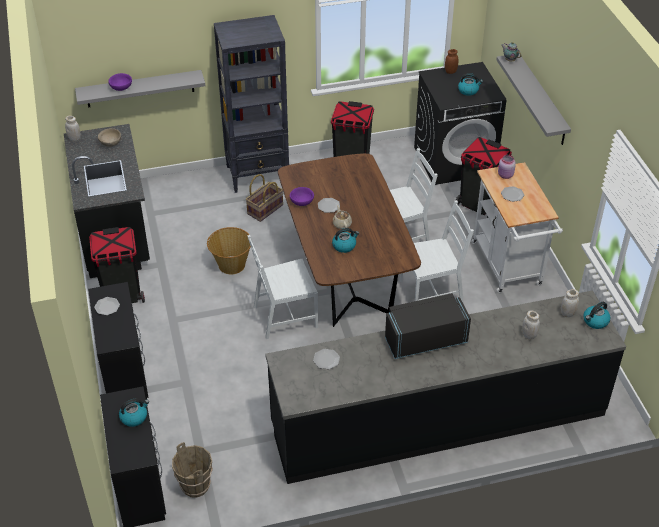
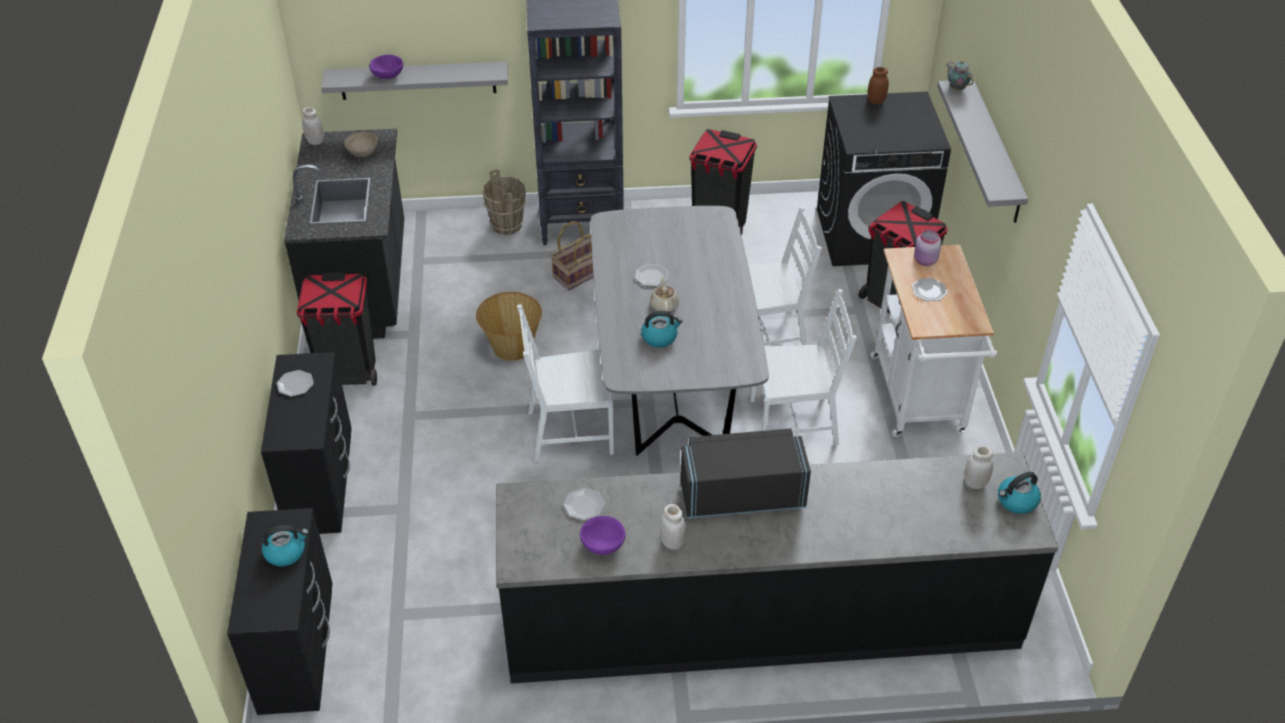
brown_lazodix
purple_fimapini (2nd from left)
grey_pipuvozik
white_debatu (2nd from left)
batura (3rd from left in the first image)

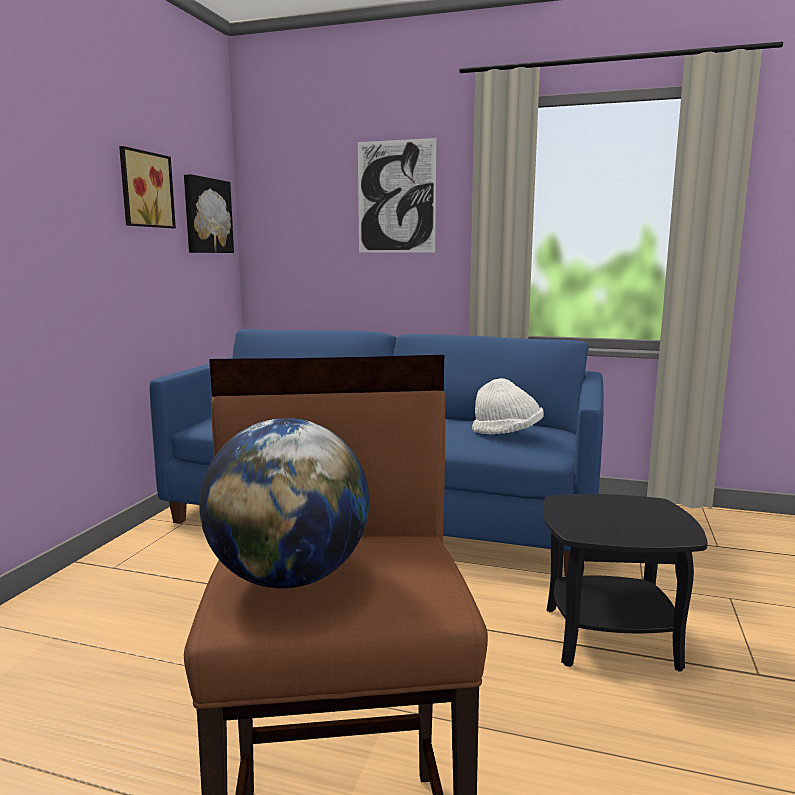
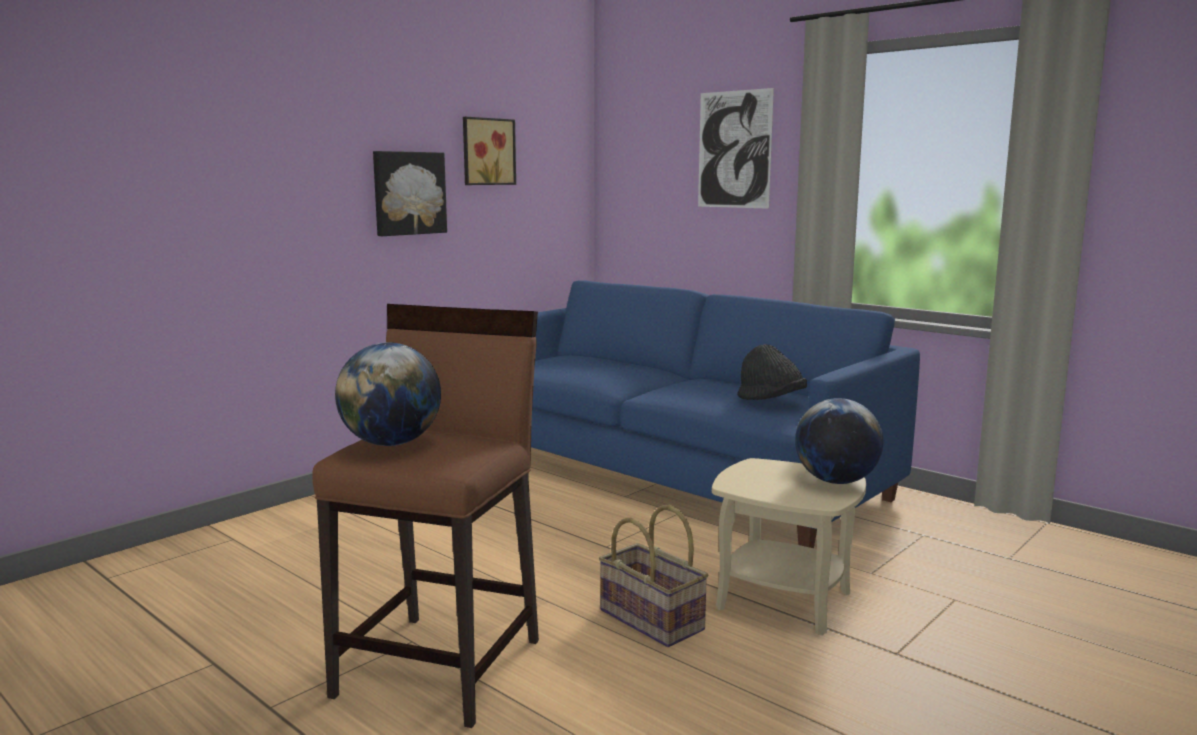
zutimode (1st from left)
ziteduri
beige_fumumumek
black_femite
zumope (2nd from left)

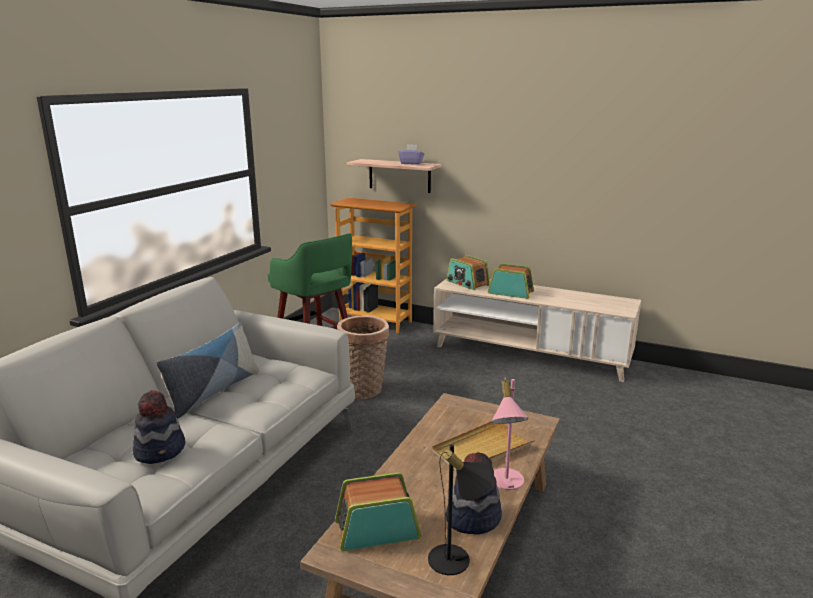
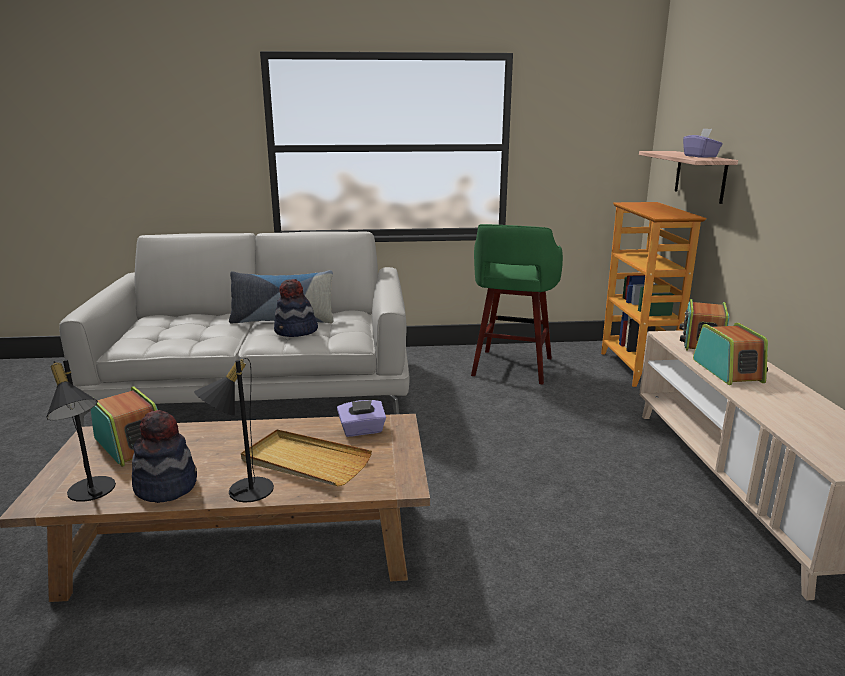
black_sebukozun (2nd from left)
femite (2nd from left)
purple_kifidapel (1st from left)
ziteduri

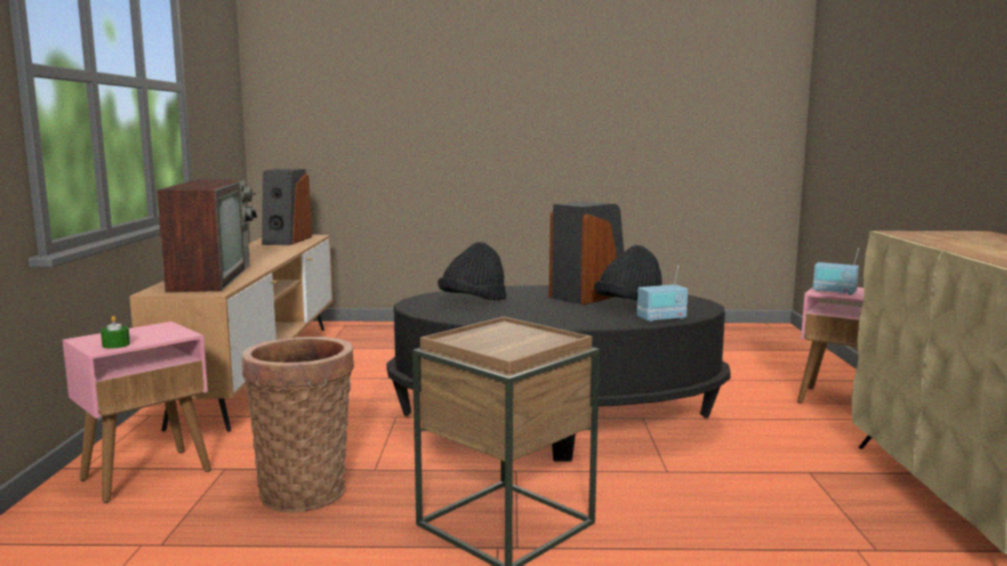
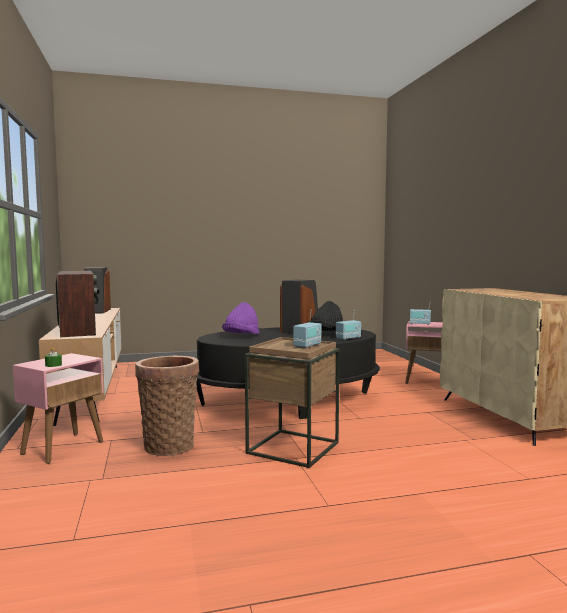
purple_femite
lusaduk (1st from left)

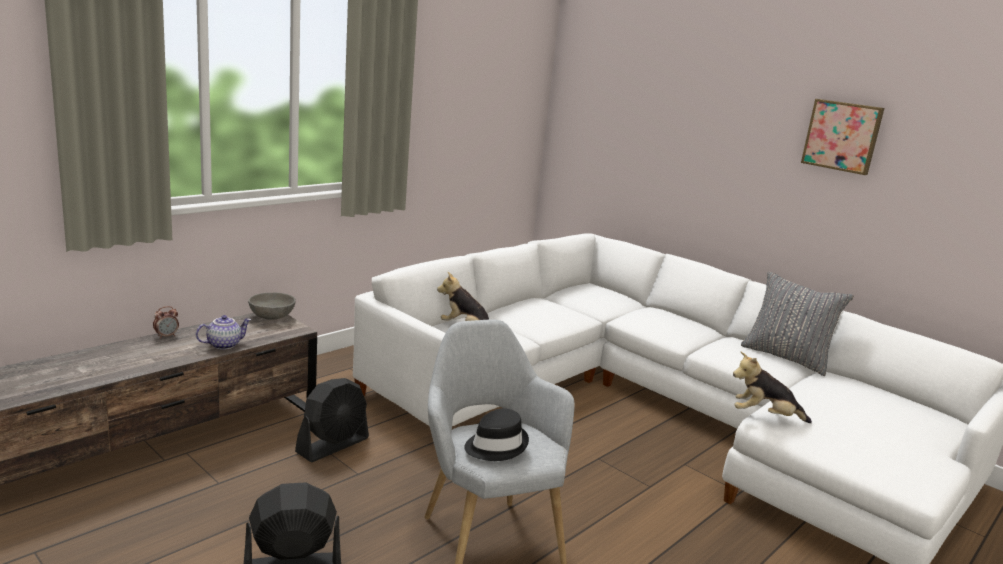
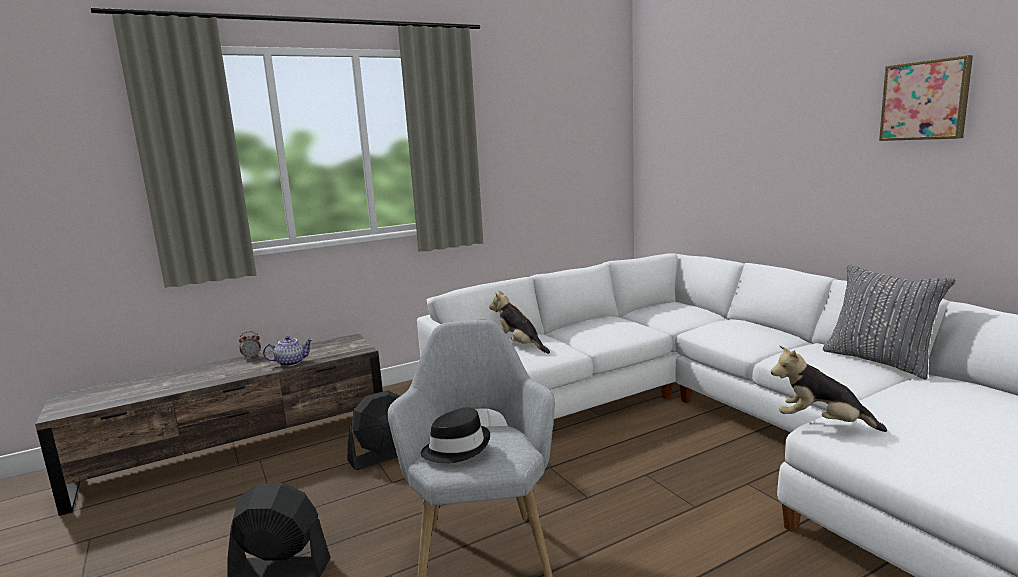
grey_fimapini

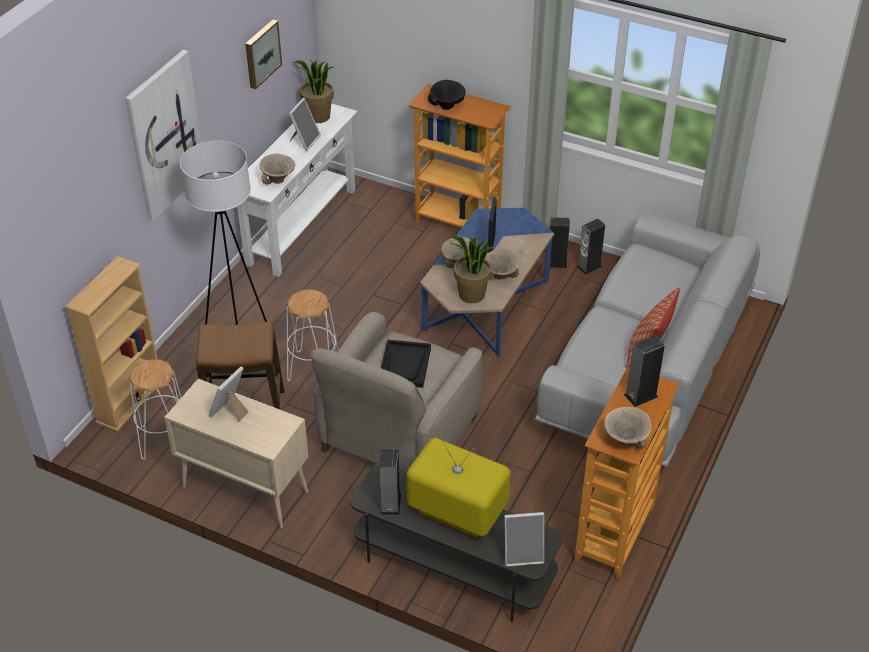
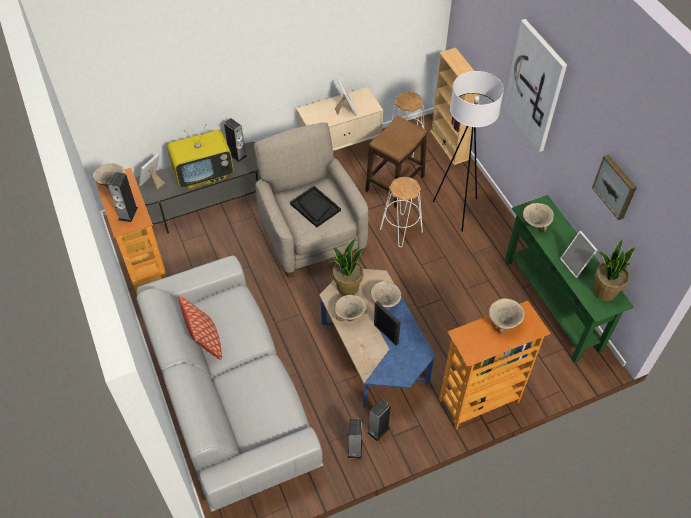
beige_fimapini (4th from left)
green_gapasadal

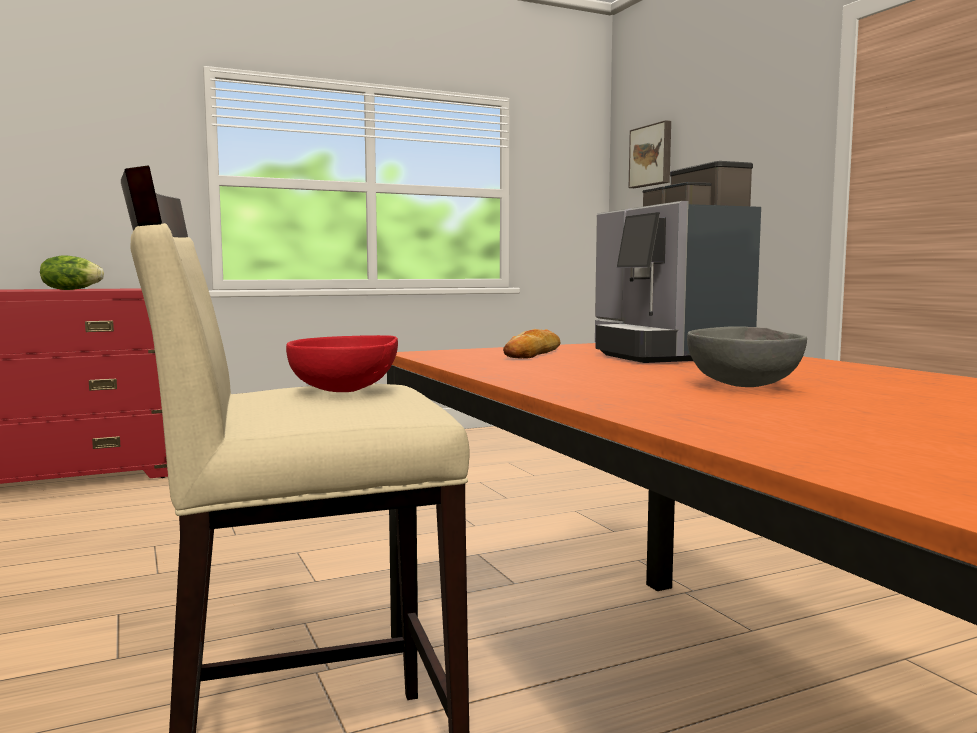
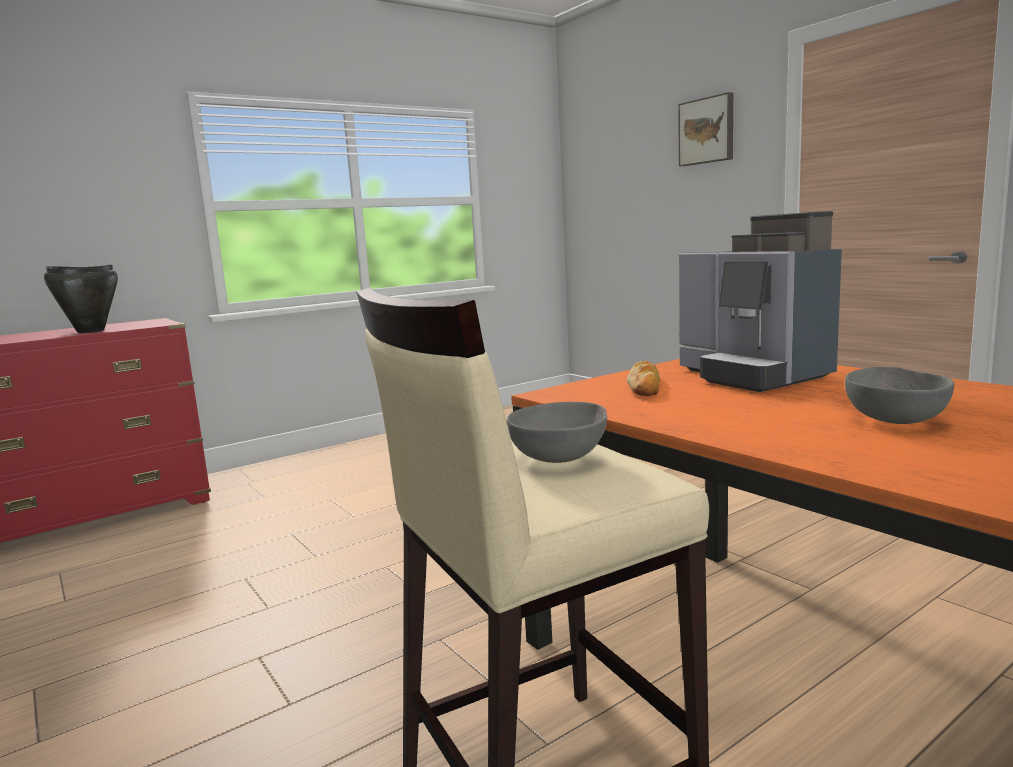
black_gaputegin
grey_fimapini (1st from left)
zutimode

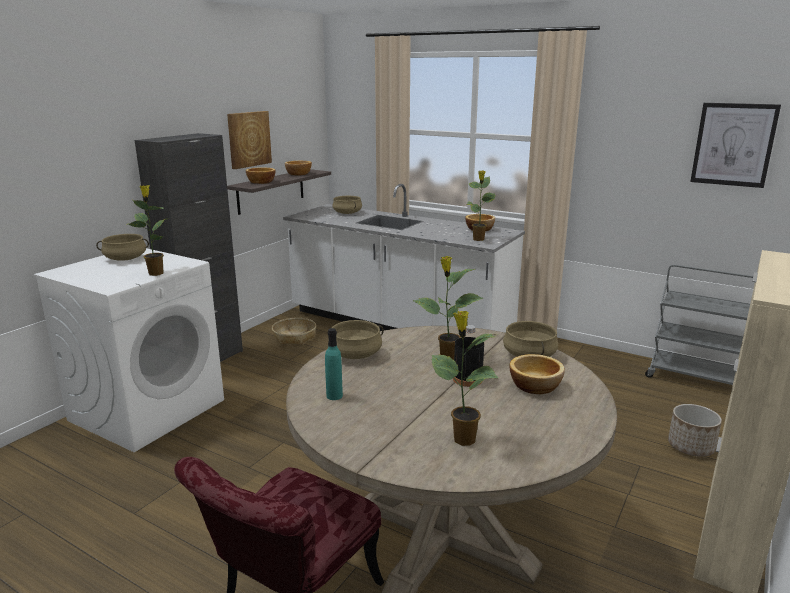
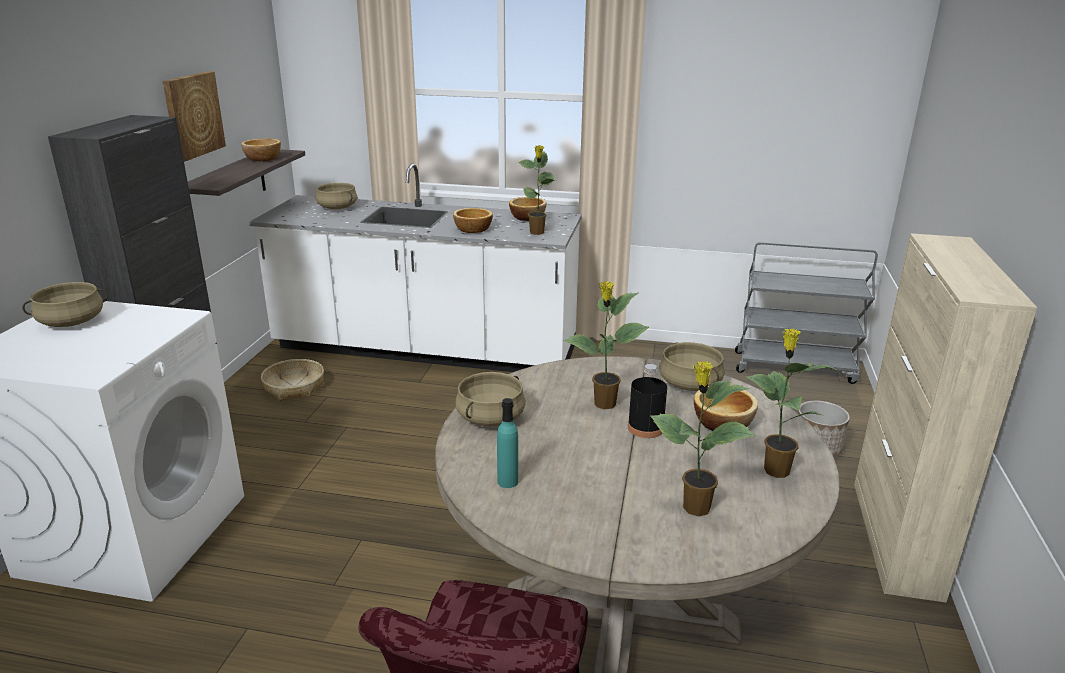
fimapini (2nd from left)
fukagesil (4th from left)
zutimode (2nd from left in the first image)

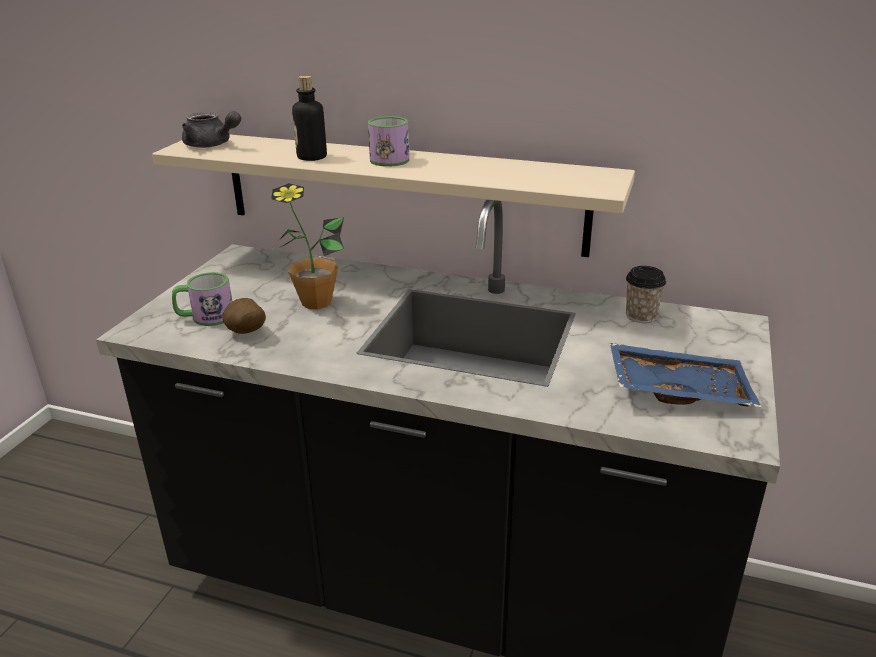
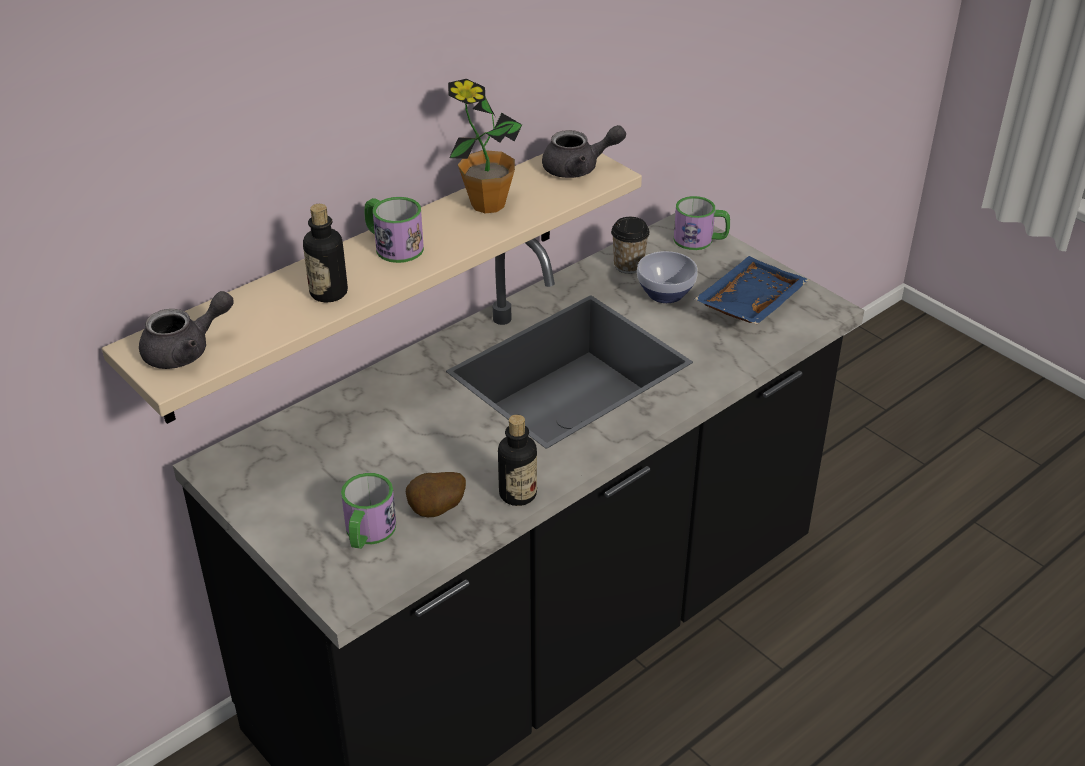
fukagesil
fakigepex (2nd from left)
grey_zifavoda (2nd from left)
fimapini
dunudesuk (3rd from left)

